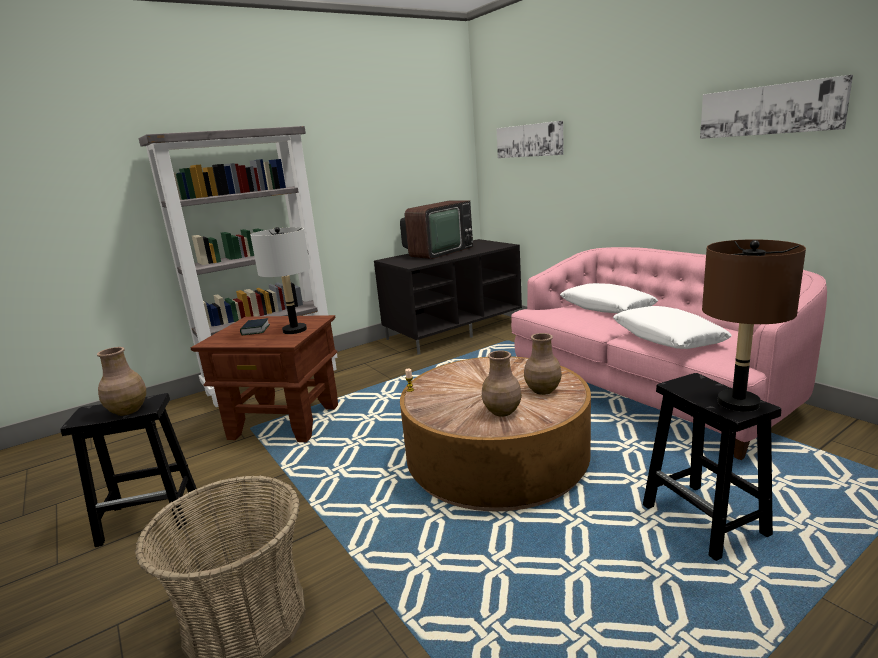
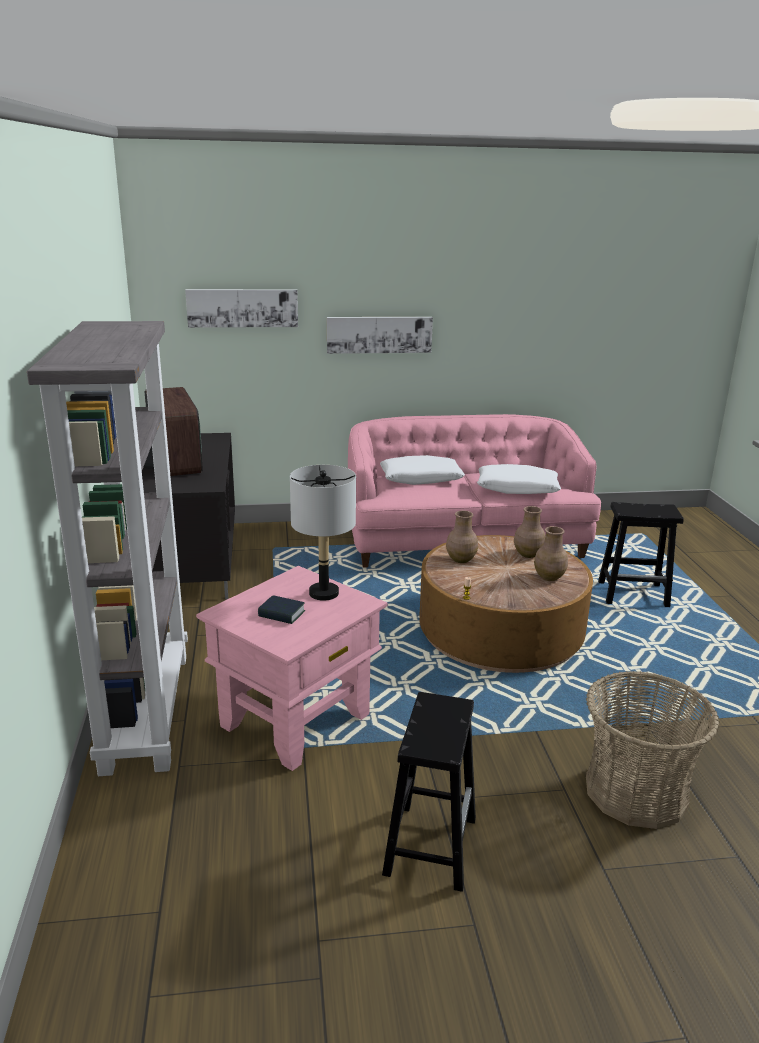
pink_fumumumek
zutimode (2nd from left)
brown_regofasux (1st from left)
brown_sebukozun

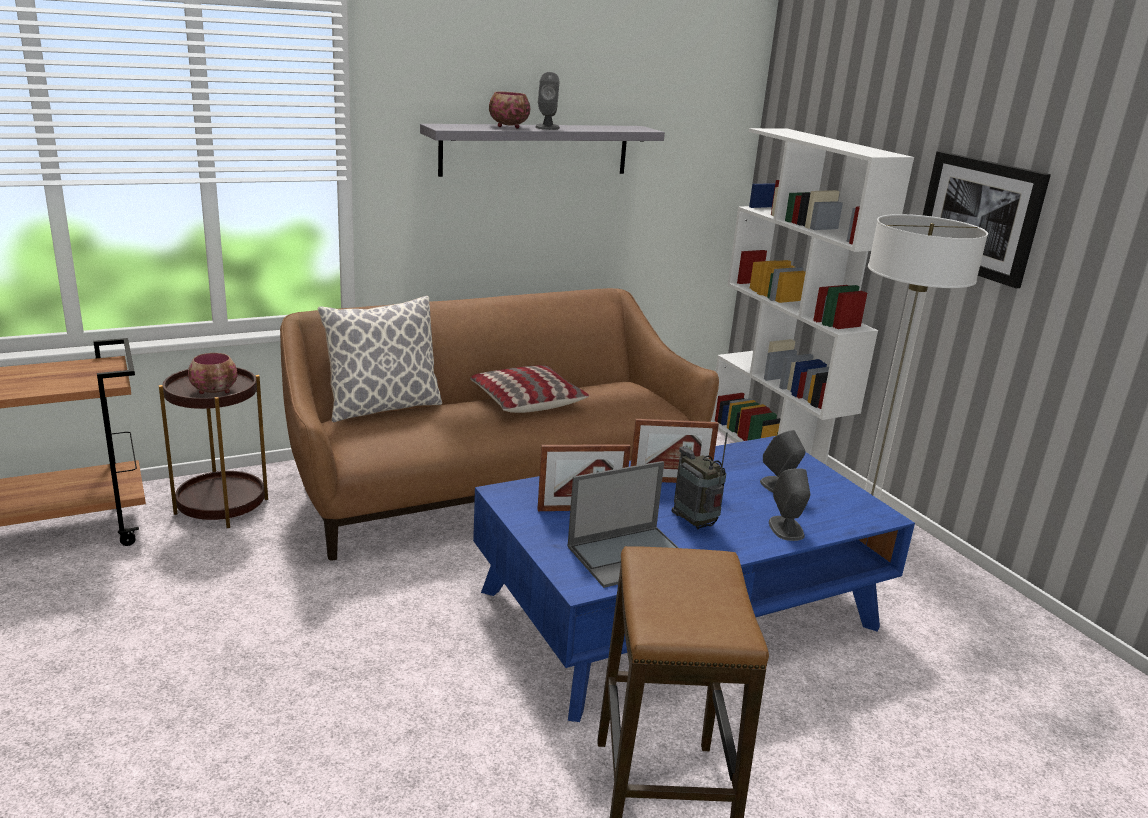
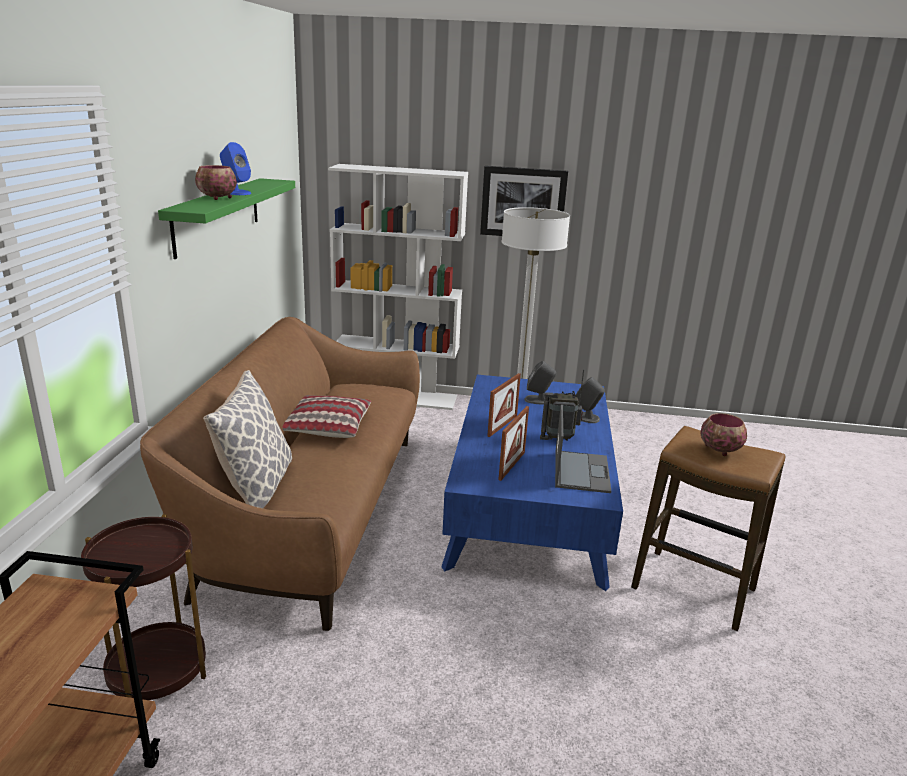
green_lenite
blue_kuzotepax
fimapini (2nd from left)

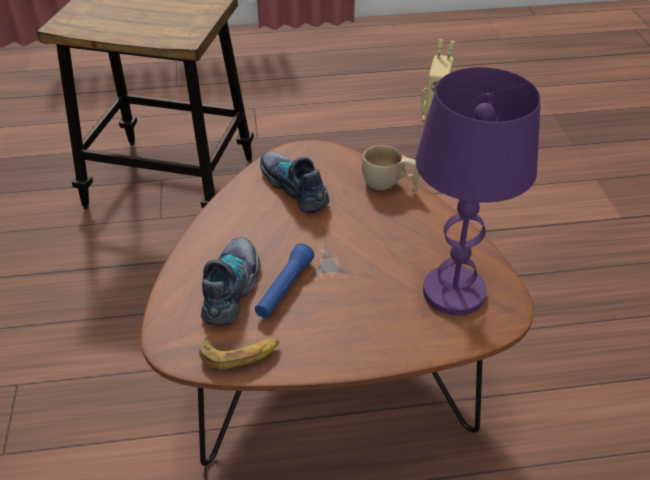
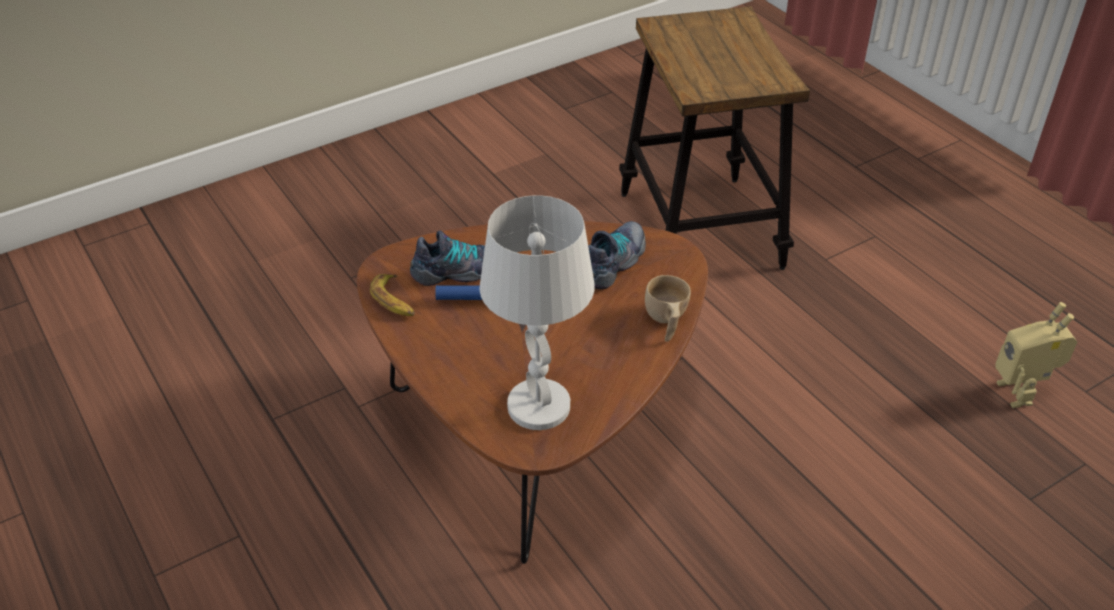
white_sebukozun

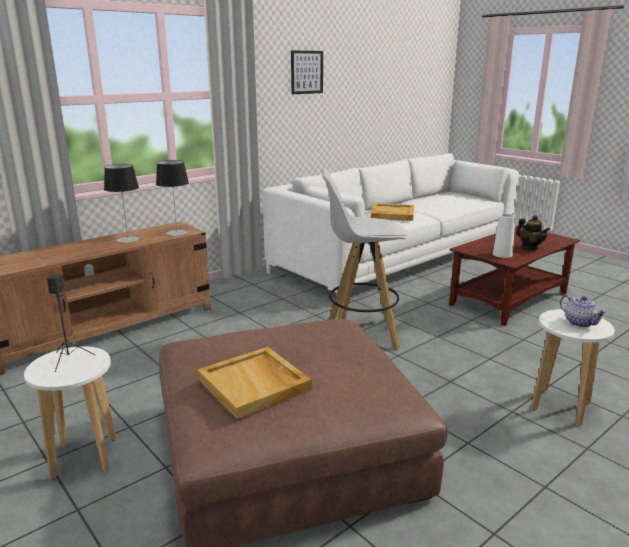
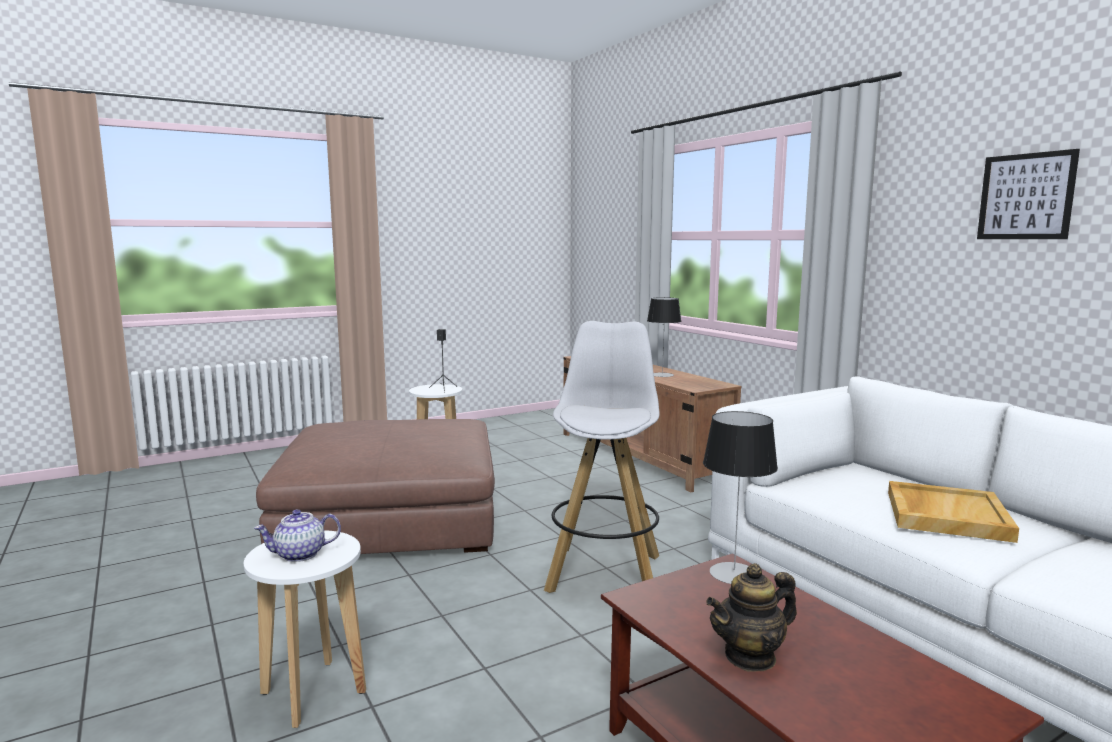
sebukozun (2nd from left)
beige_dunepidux (1st from left in the first image)
white_regofasux

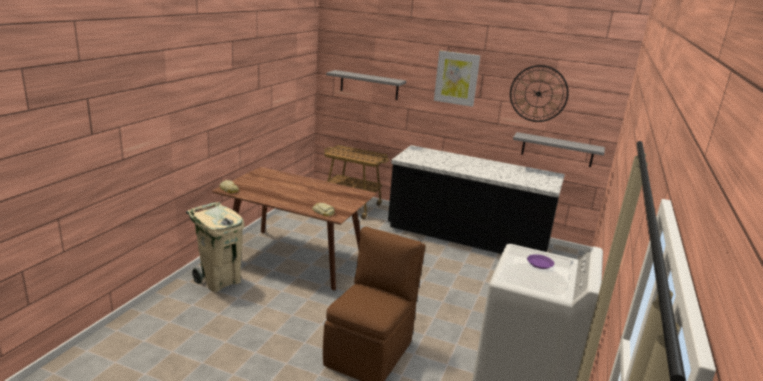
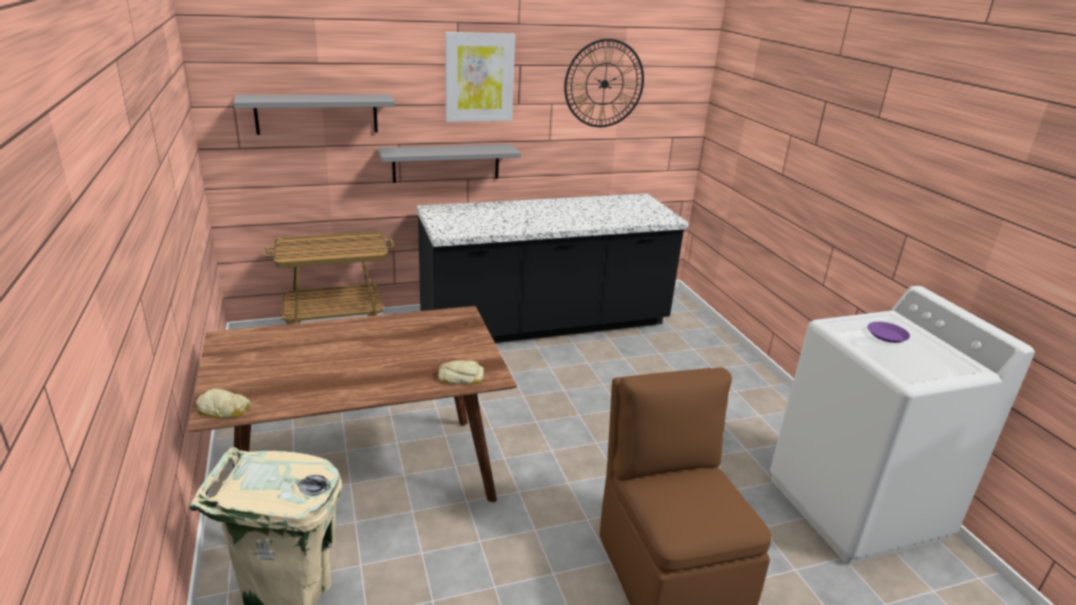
grey_lenite (2nd from left)

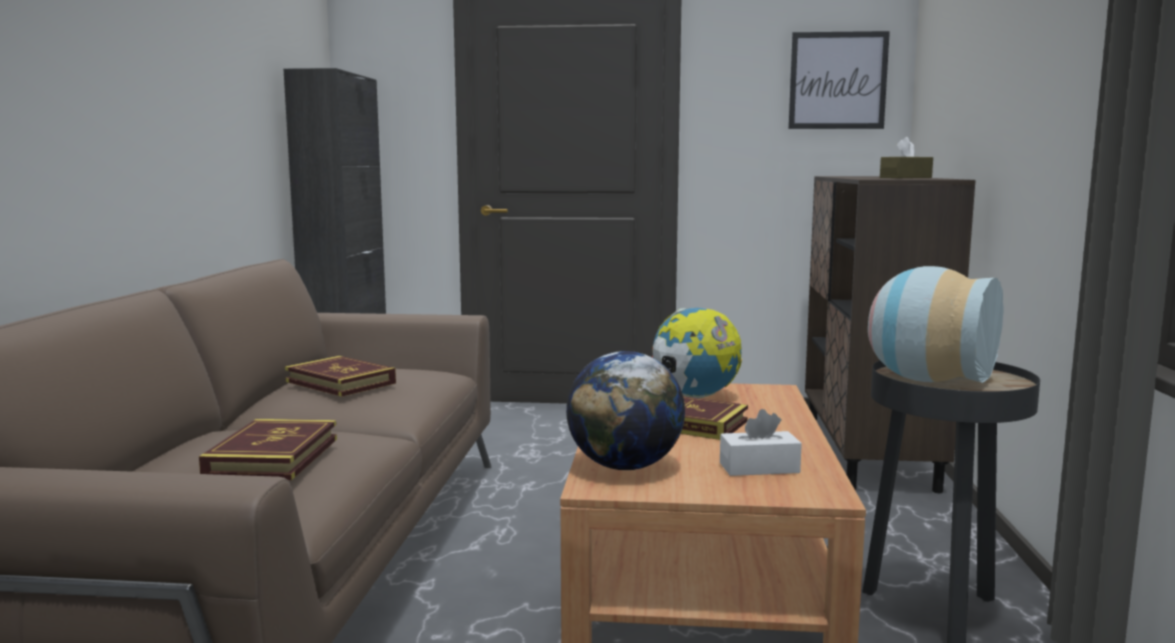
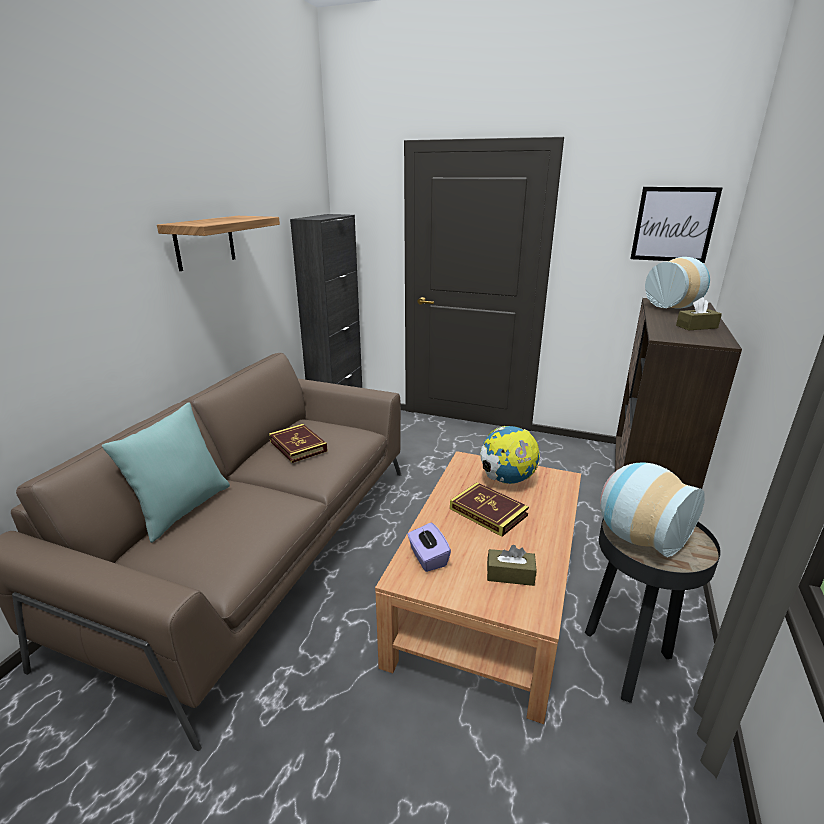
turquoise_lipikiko
lenite
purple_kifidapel
brown_kifidapel (1st from left)
regofasux (2nd from left)
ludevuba (1st from left in the first image)

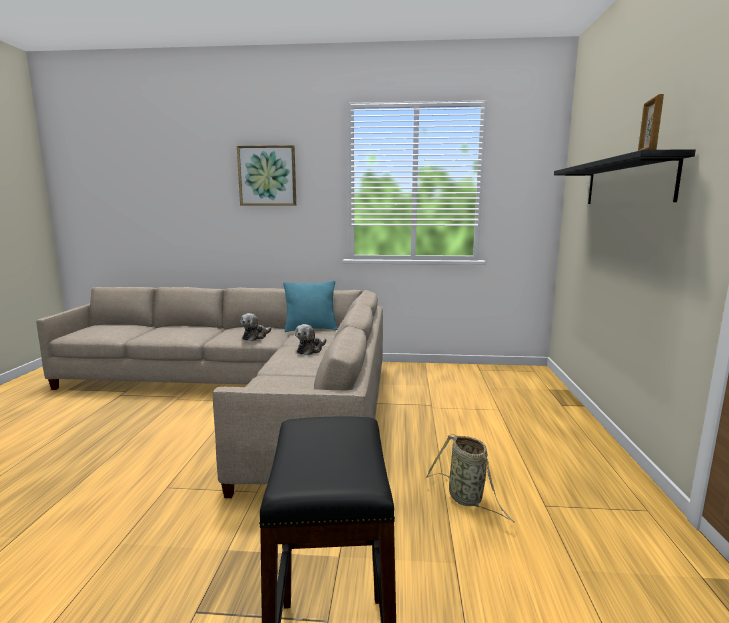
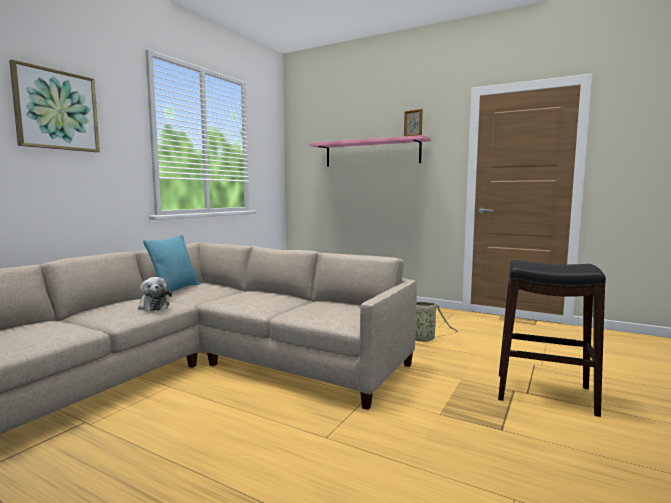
pink_lenite
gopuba (2nd from left in the first image)

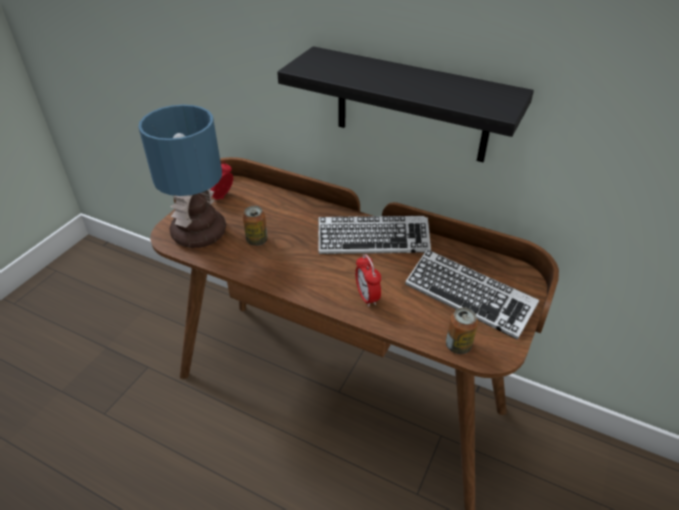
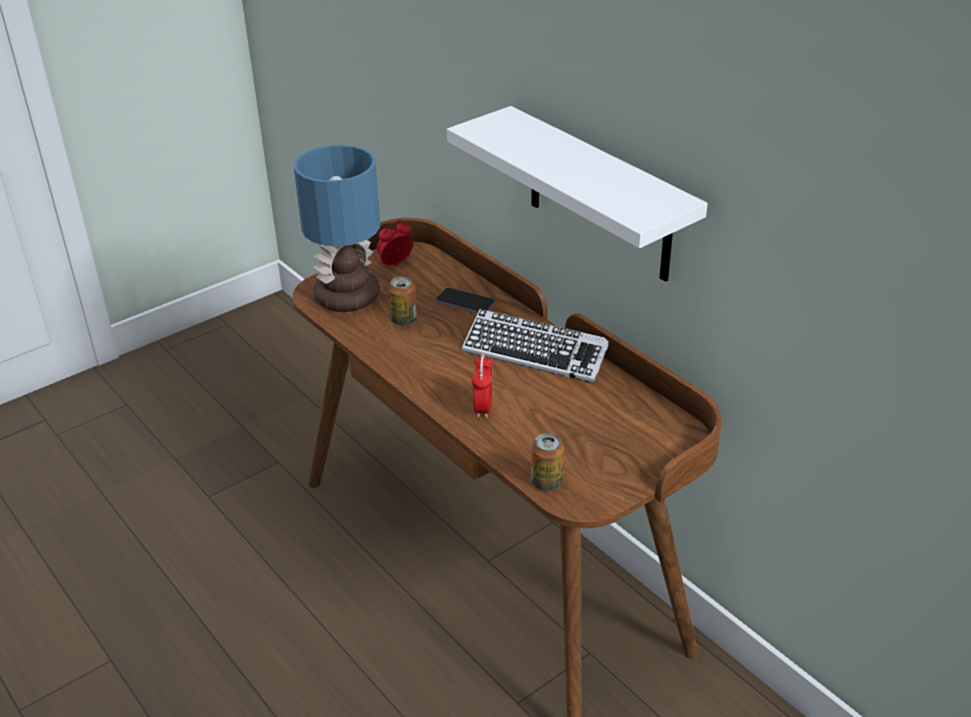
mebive
white_lenite
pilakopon (2nd from left in the first image)

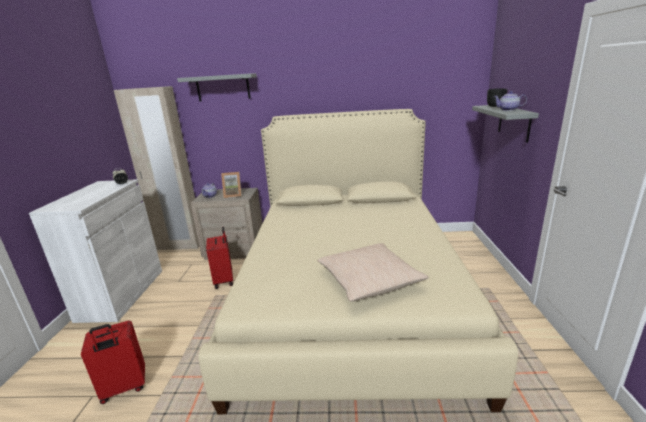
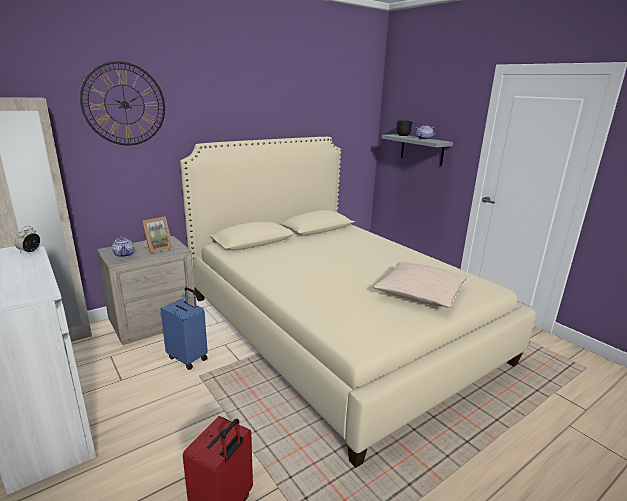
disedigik
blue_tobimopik

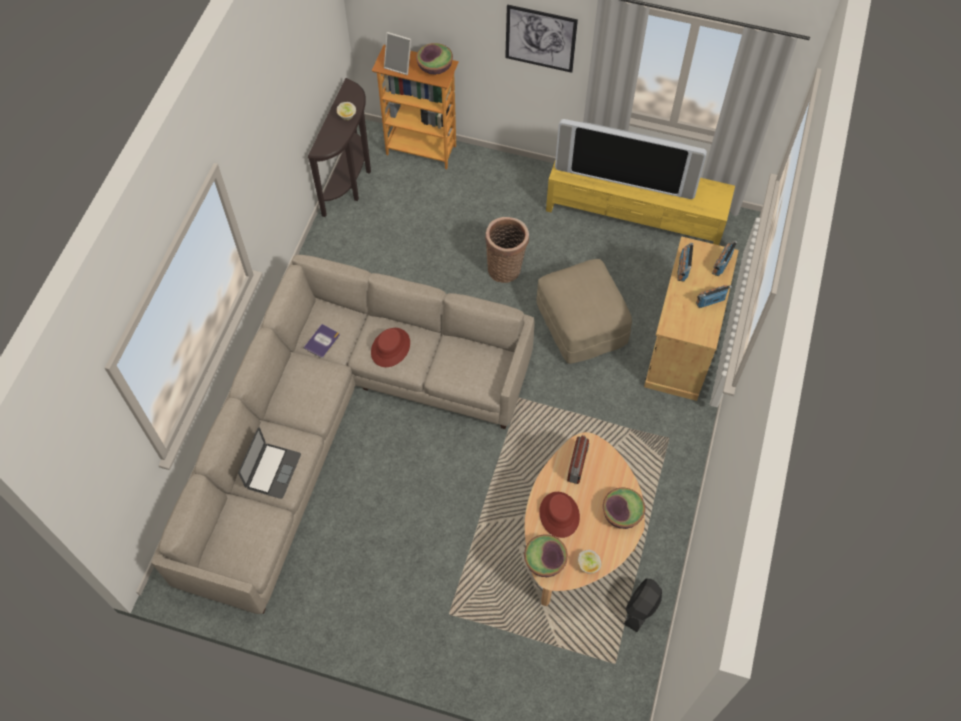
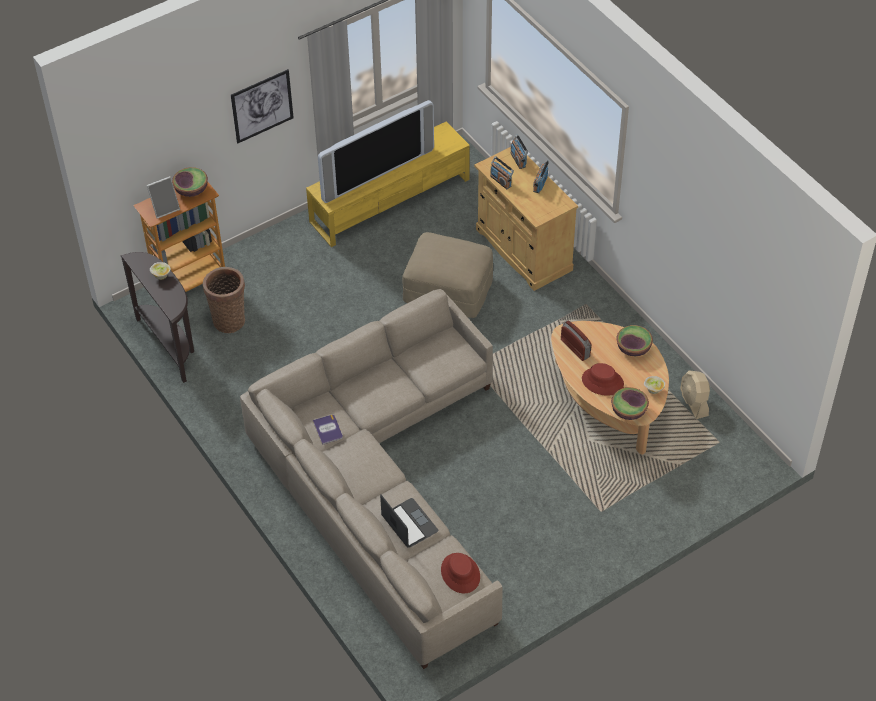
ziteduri
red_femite (1st from left)
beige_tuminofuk

